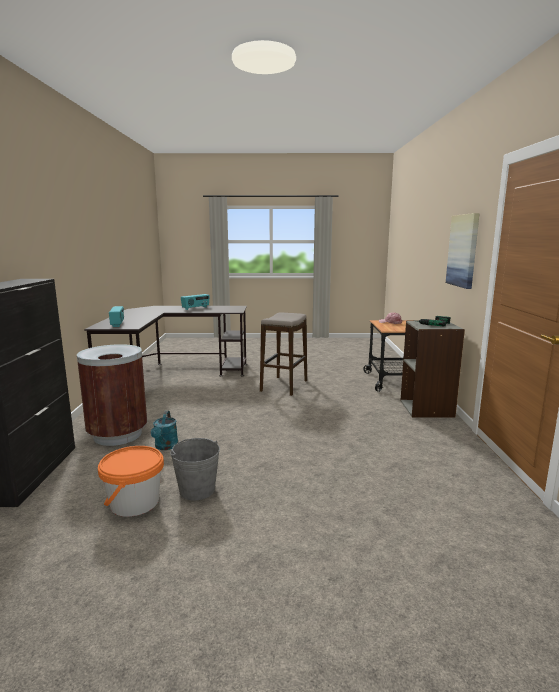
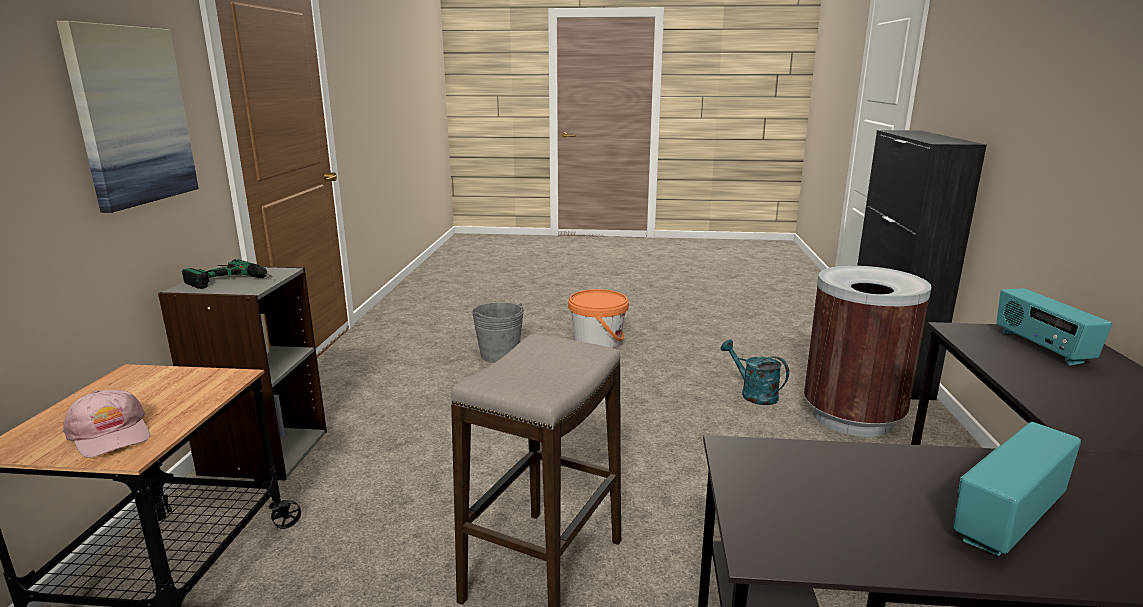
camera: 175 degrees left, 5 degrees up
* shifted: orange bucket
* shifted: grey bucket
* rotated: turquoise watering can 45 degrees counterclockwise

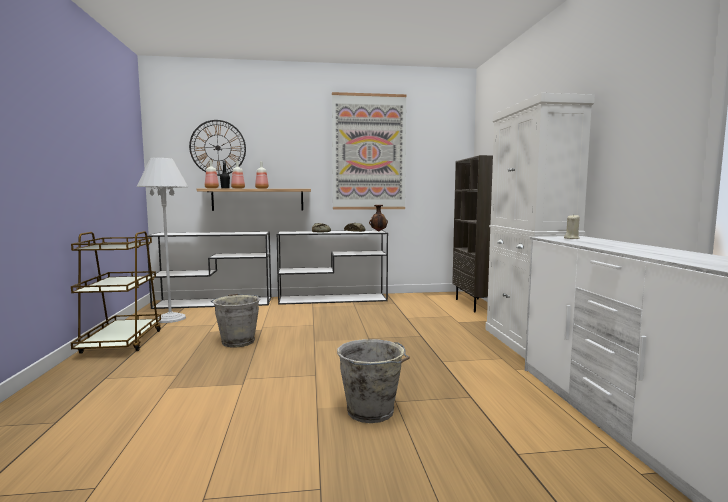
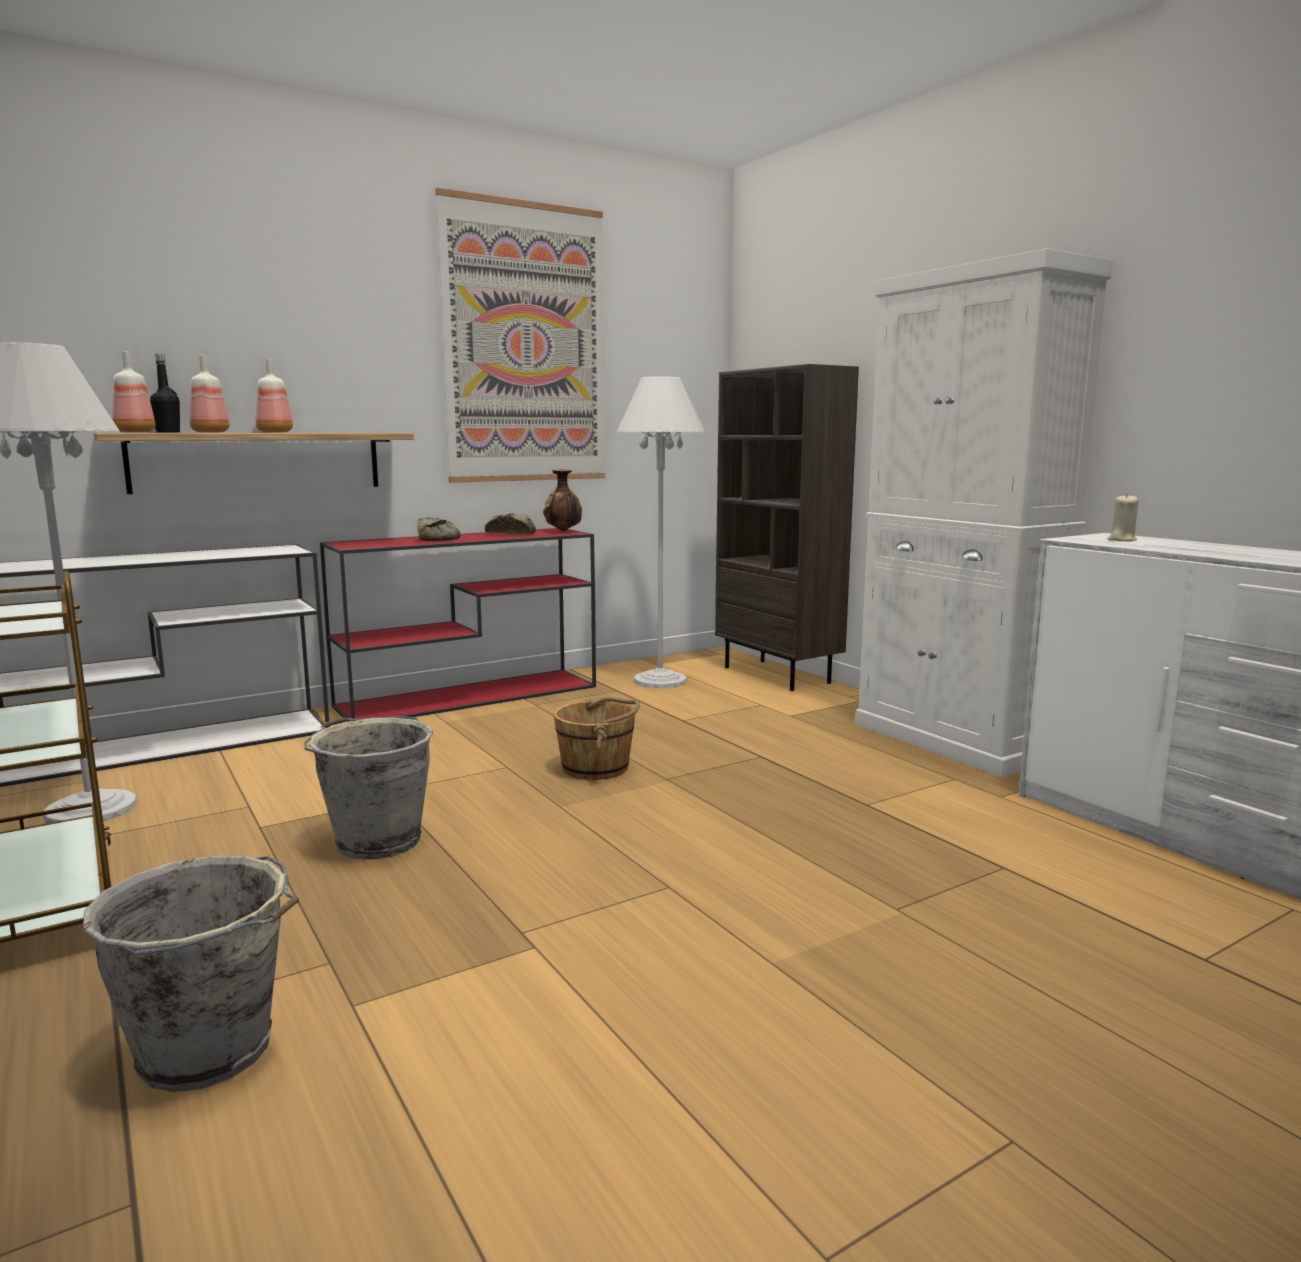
camera: 25 degrees left, 5 degrees up
* gone: wall clock
* new: brown bucket
* new: white floor lamp (no. 2 from left)
* shifted: grey bucket (no. 2 from left in the first image) to grey bucket (no. 1 from left)
* repainted: white console table (no. 2 from left) to red console table

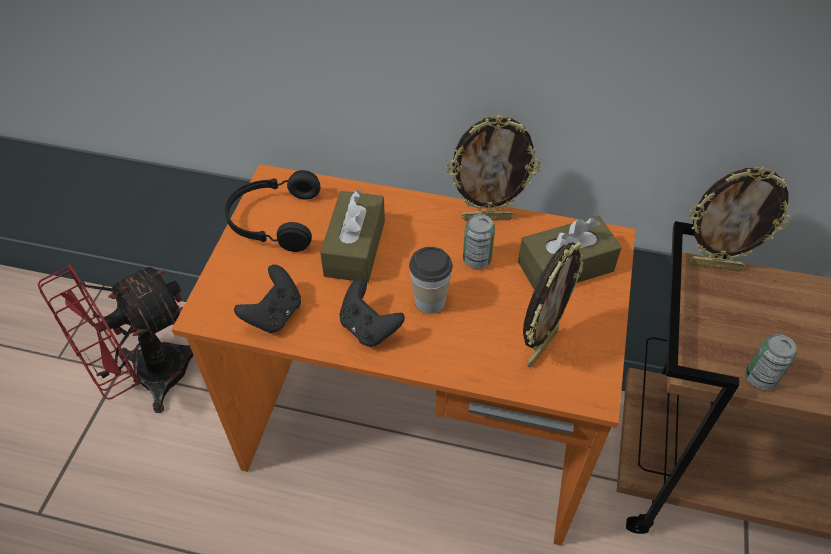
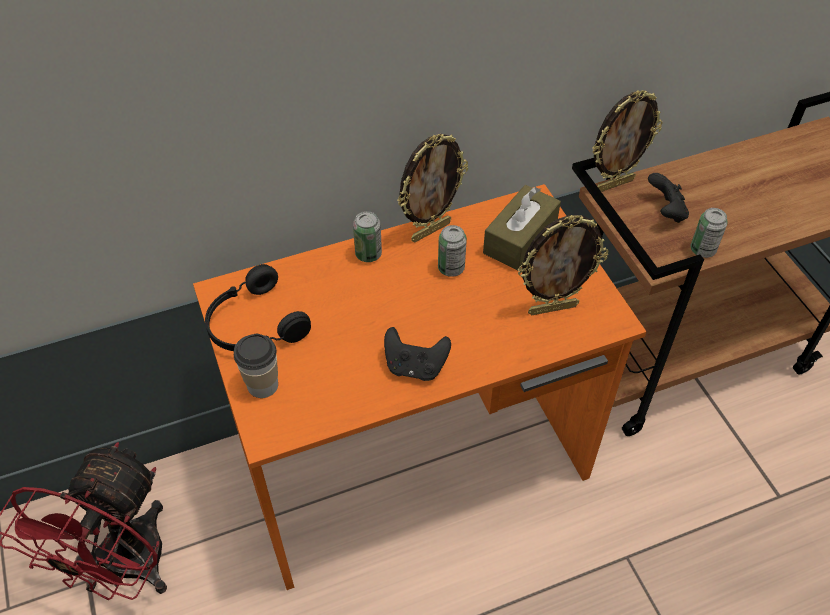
camera: 35 degrees left, 0 degrees up
* gone: brown tissue box (no. 1 from left)
* new: can (no. 1 from left)
* shifted: black game controller (no. 1 from left in the first image) to black game controller (no. 2 from left)
* shifted: cup
* rotated: picture frame (no. 2 from left) 75 degrees clockwise

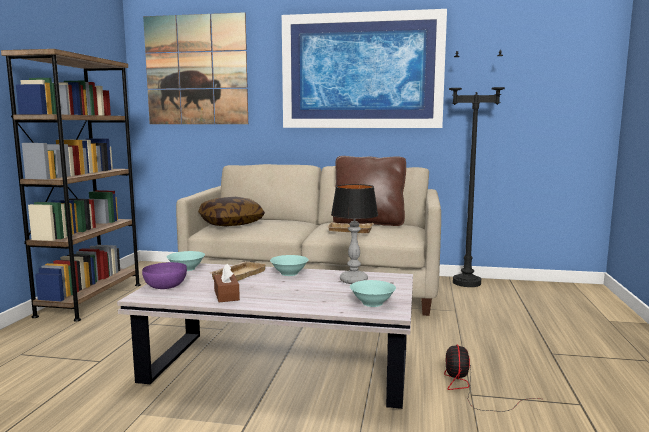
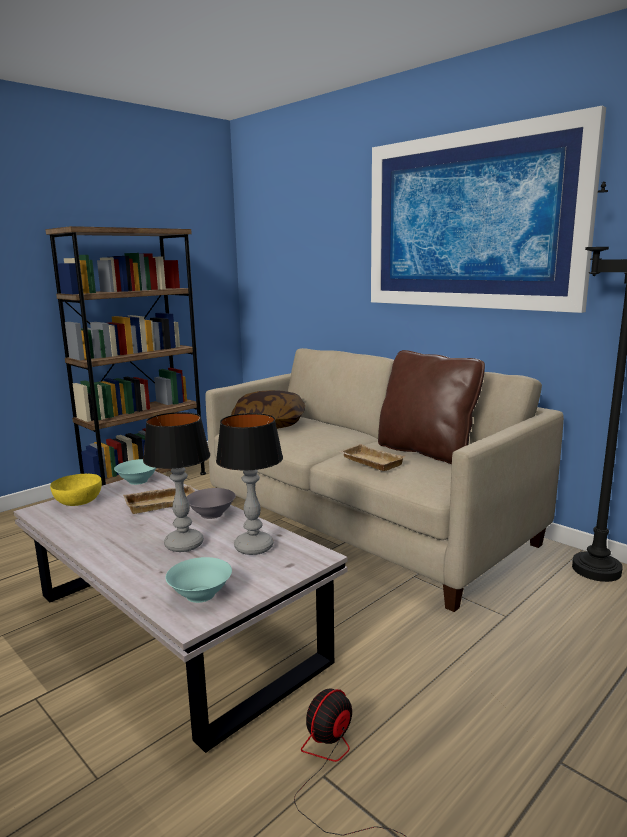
camera: 35 degrees right, 5 degrees up
* gone: picture (no. 1 from left)
* gone: brown tissue box
* new: table lamp (no. 1 from left)
* repainted: purple bowl to yellow bowl
* repainted: turquoise bowl (no. 2 from left) to grey bowl

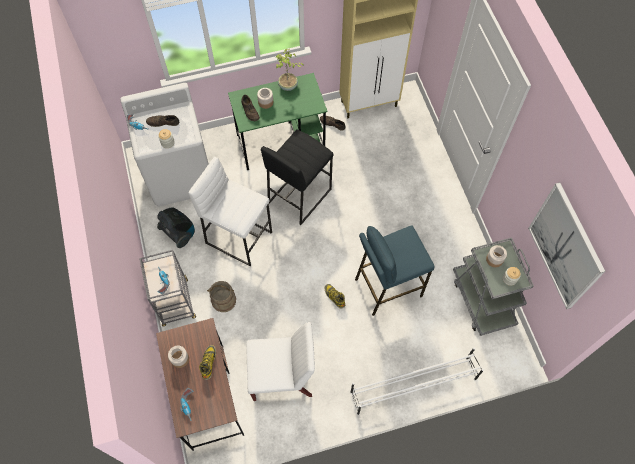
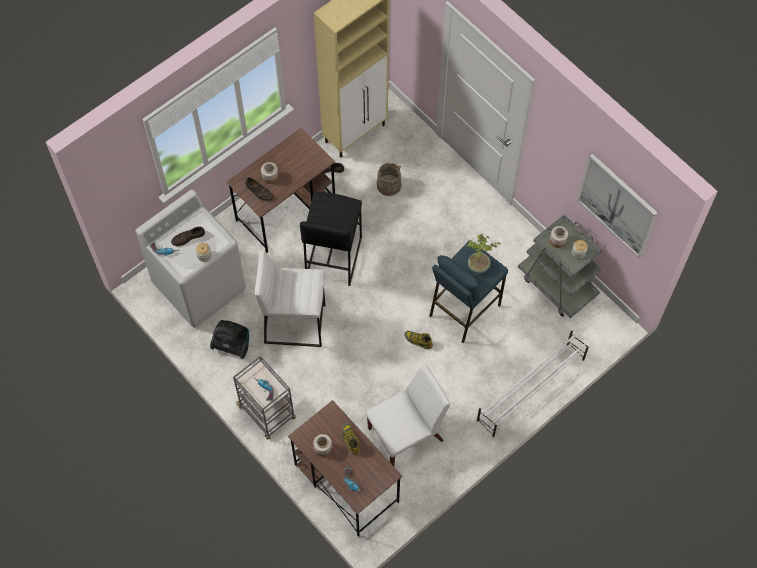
camera: 25 degrees left, 0 degrees up
* shifted: beige bucket
* shifted: potted plant
* repainted: green desk to brown desk (no. 1 from left)

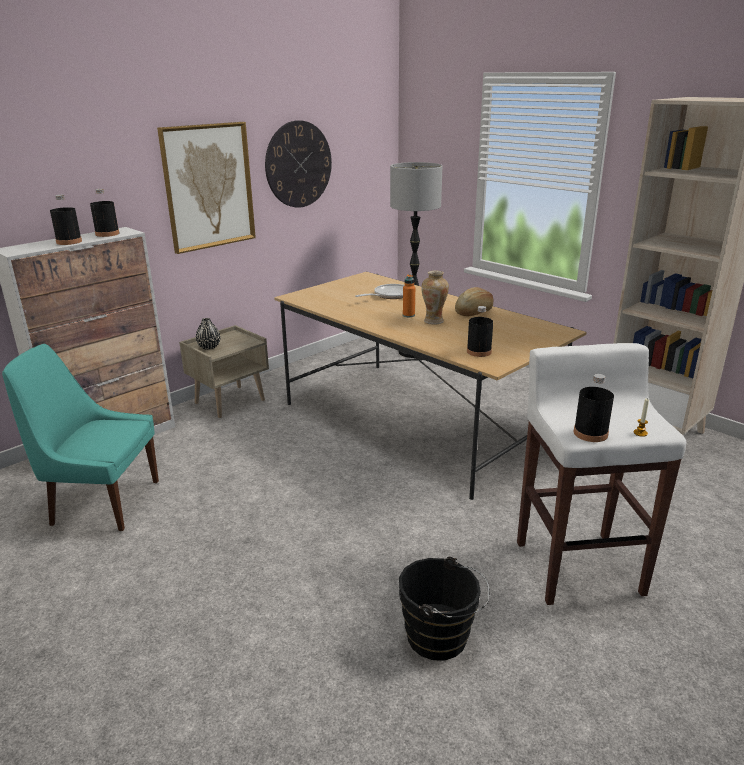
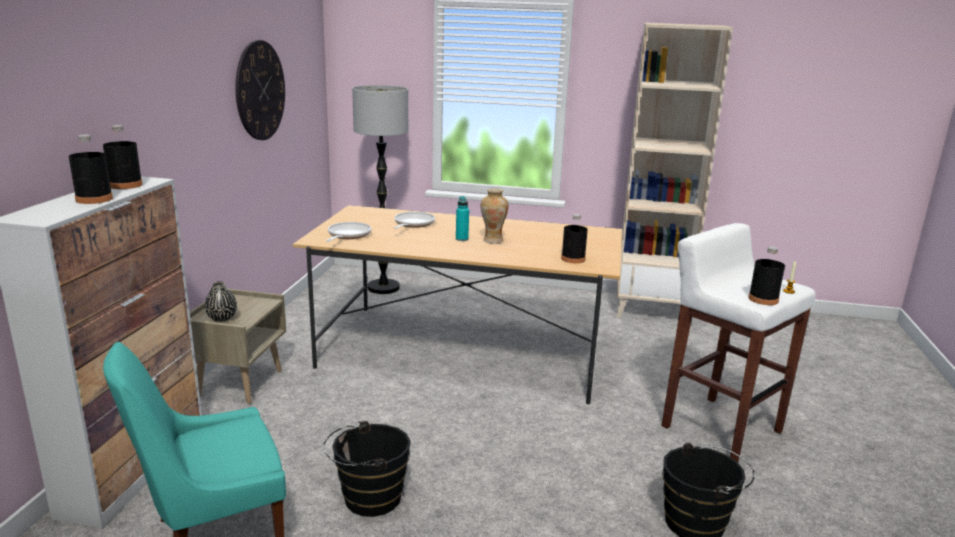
camera: 35 degrees left, 5 degrees down
* gone: picture
* gone: bread
* new: black bucket (no. 1 from left)
* new: frying pan (no. 1 from left)
* repainted: orange bottle to turquoise bottle

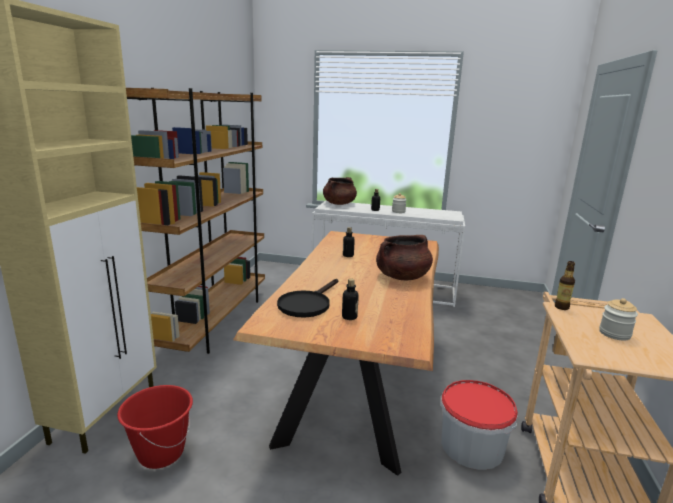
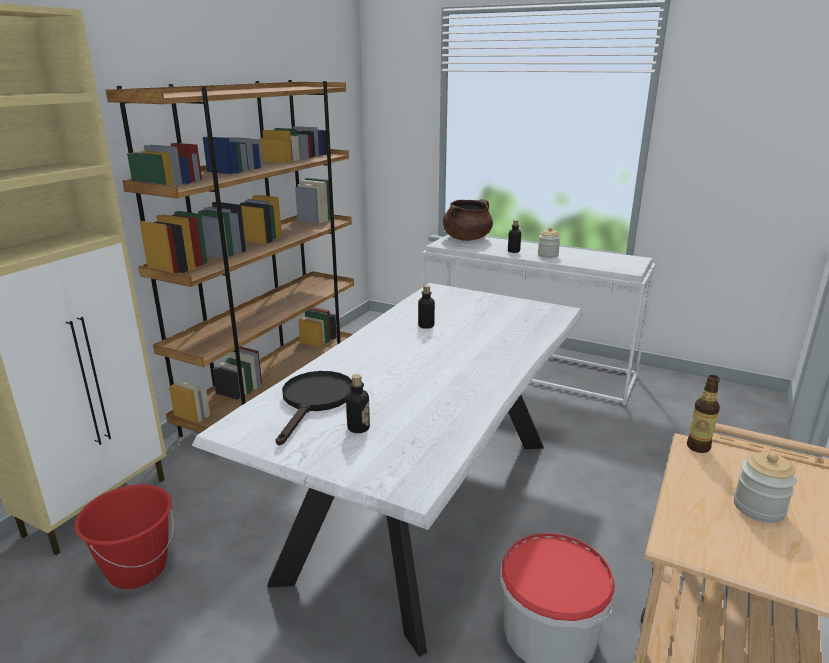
camera: 15 degrees right, 5 degrees up
* gone: brown cooking pot (no. 2 from left)
* repainted: brown dining table to white dining table
* rotated: black frying pan 150 degrees clockwise

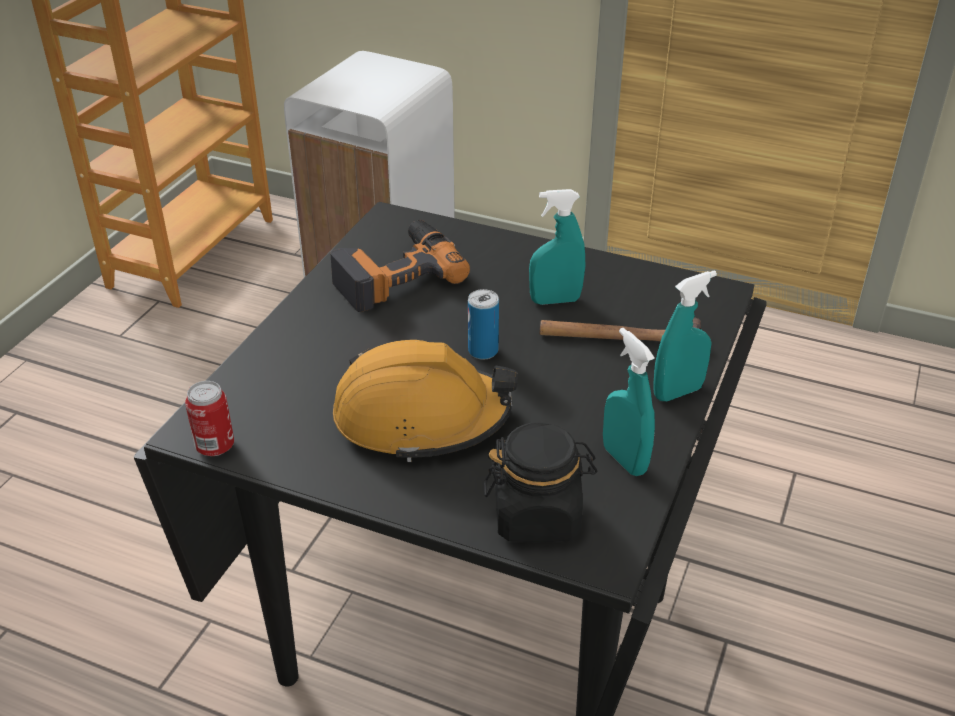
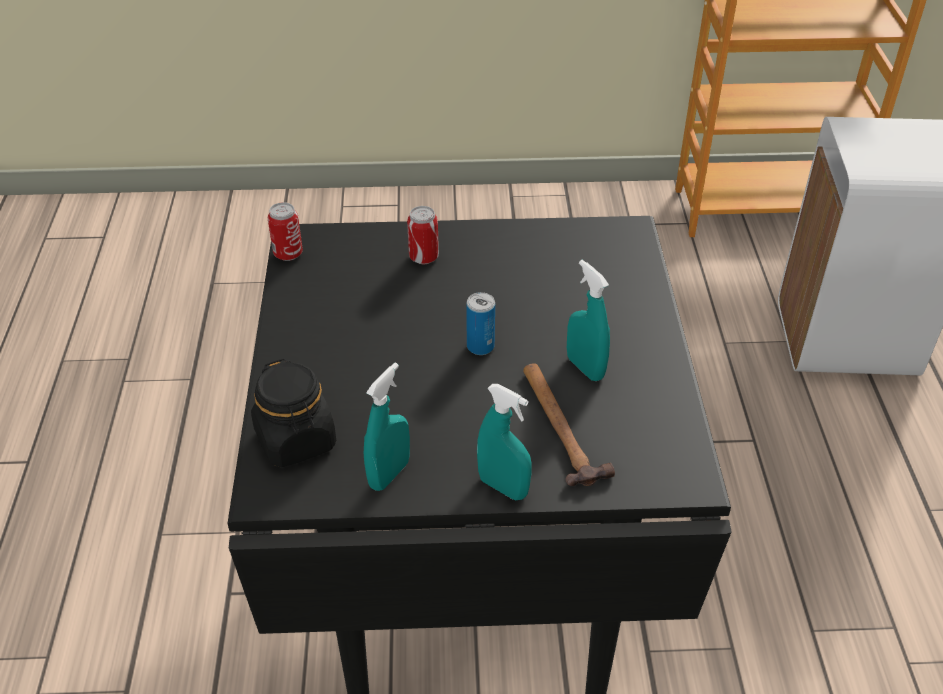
camera: 65 degrees right, 5 degrees up
* gone: power drill
* gone: orange hard hat
* new: can (no. 2 from left)

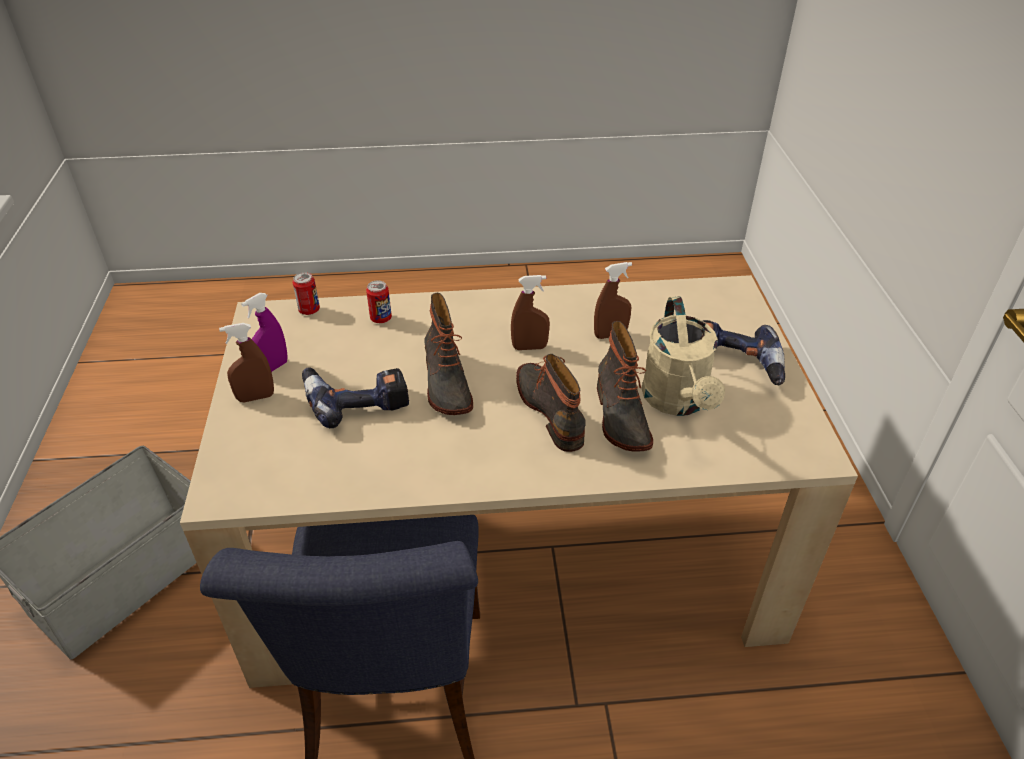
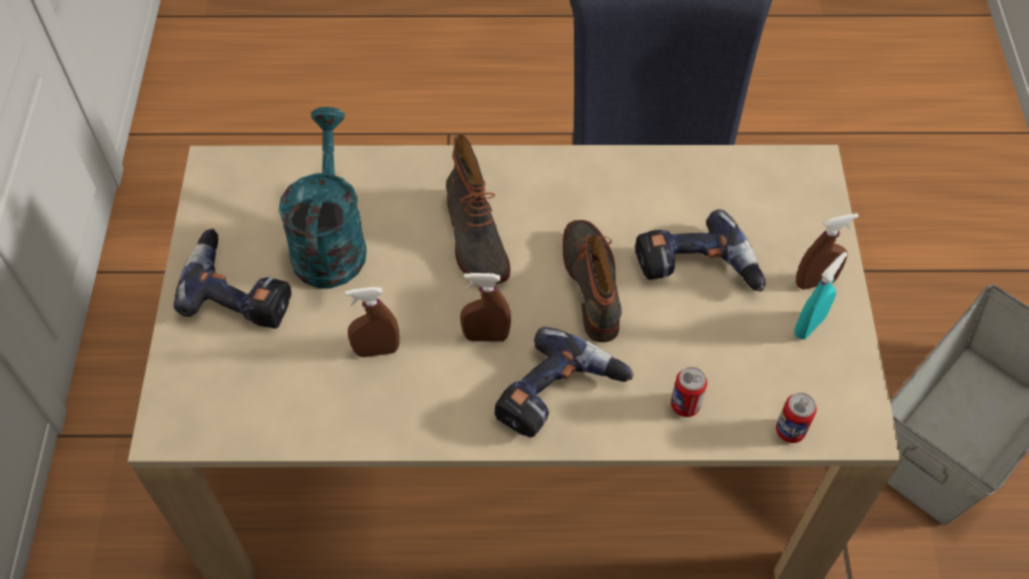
camera: 175 degrees left, 15 degrees up
* gone: boot (no. 3 from left)
* new: power drill (no. 2 from left)
* repainted: purple spray bottle to turquoise spray bottle
* repainted: beige watering can to turquoise watering can

